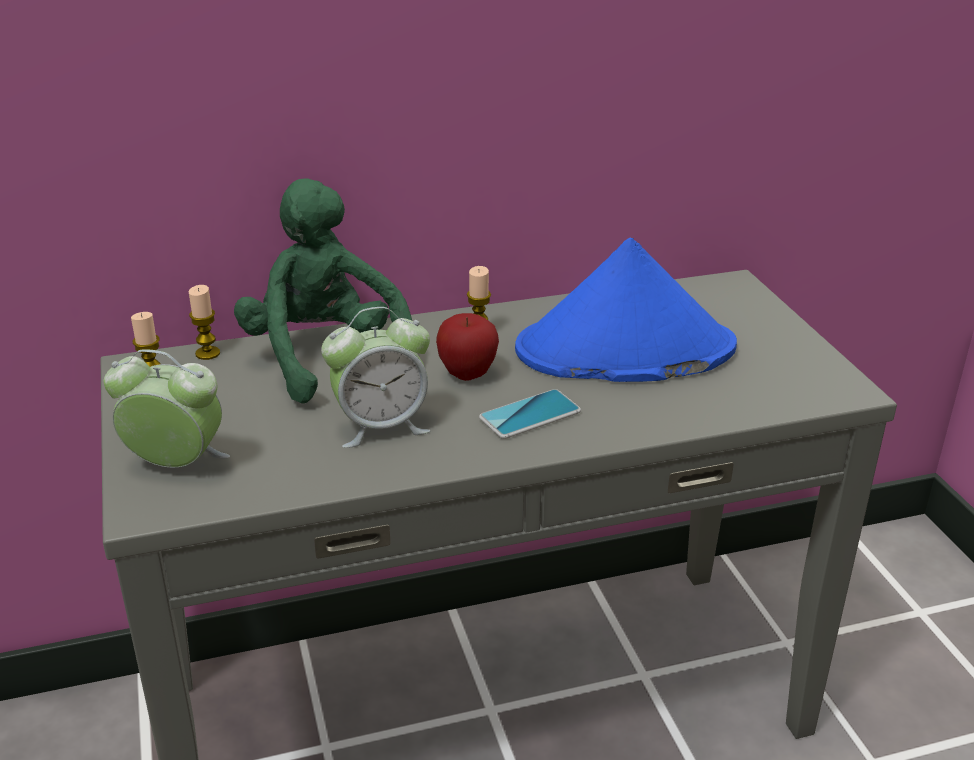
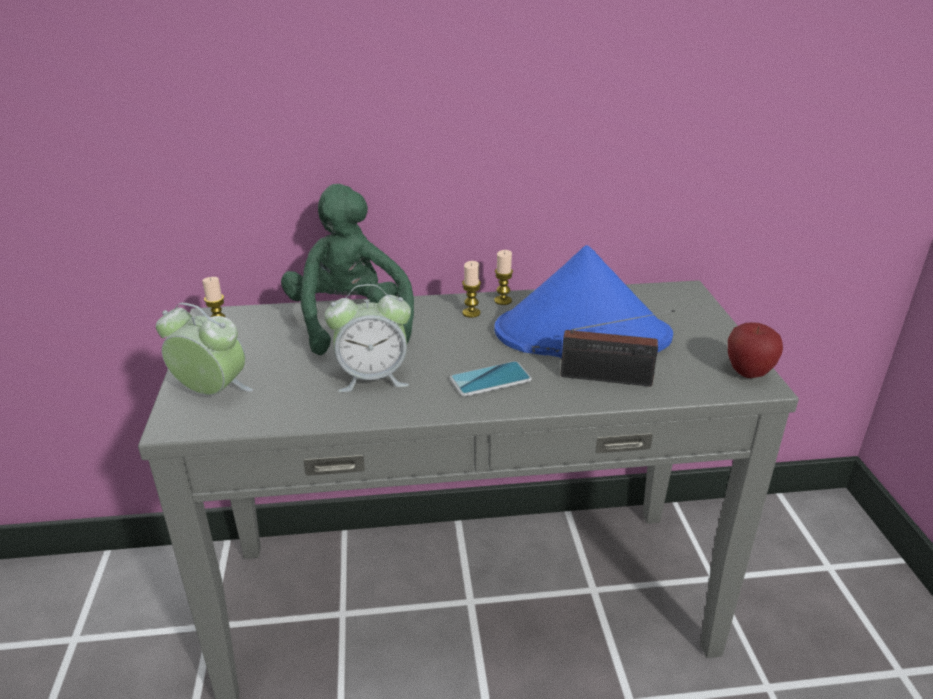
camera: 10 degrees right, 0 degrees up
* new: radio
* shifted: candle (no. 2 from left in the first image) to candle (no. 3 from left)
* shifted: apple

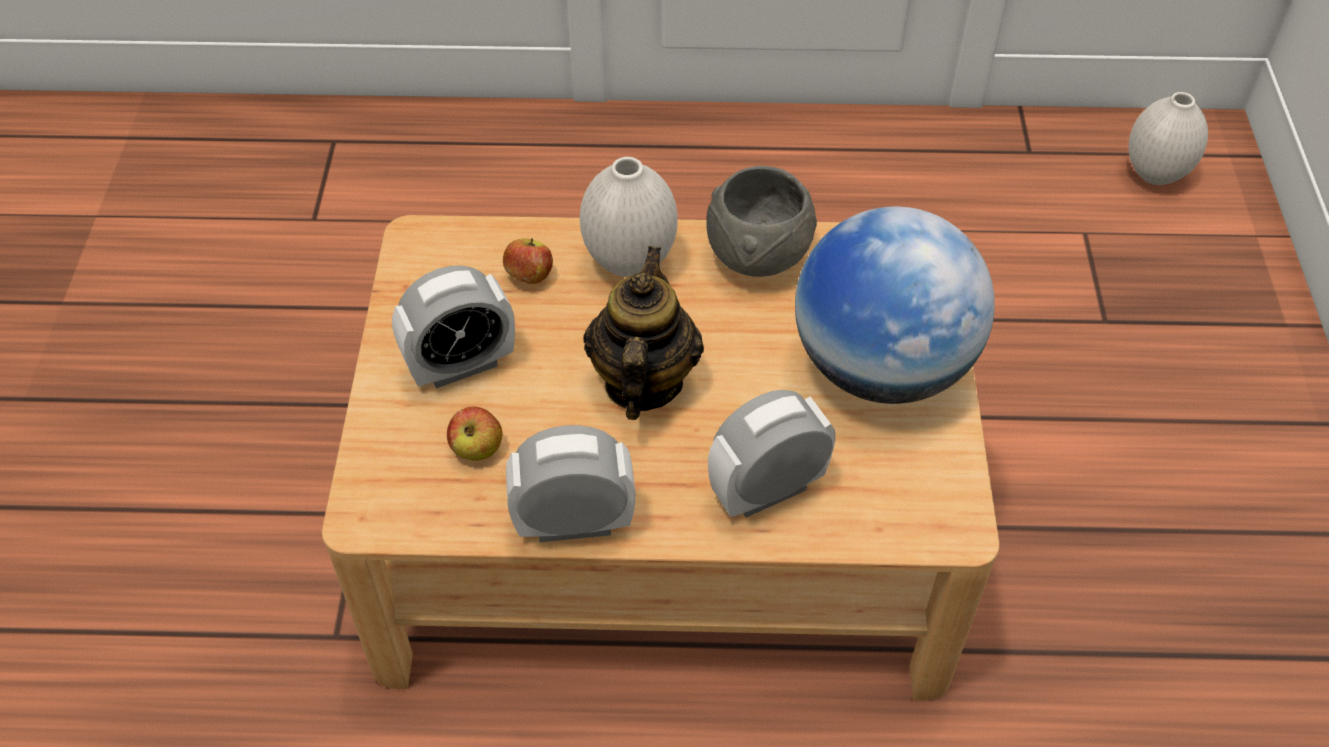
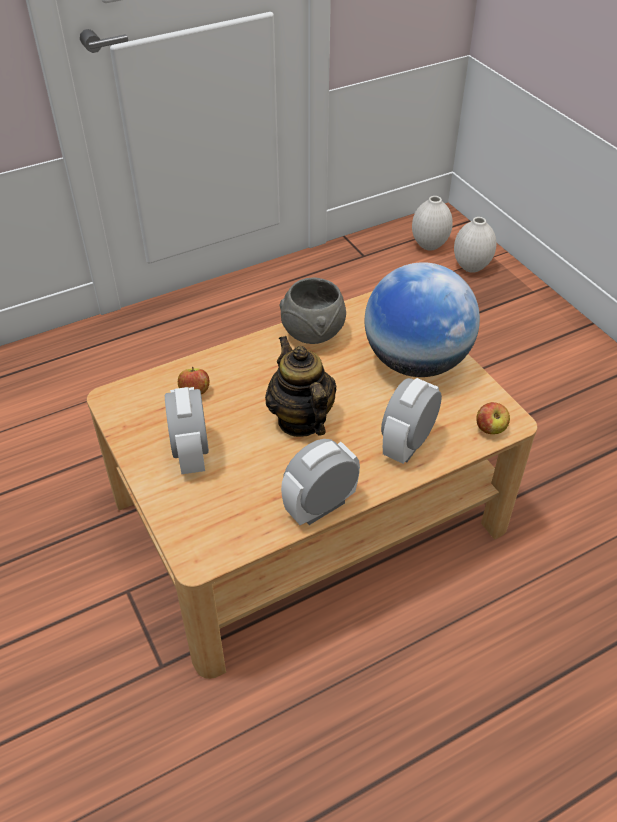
camera: 30 degrees left, 5 degrees down
* shifted: apple (no. 1 from left in the first image) to apple (no. 2 from left)
* shifted: white vase (no. 1 from left in the first image) to white vase (no. 2 from left)
* rotated: alarm clock (no. 1 from left) 135 degrees clockwise

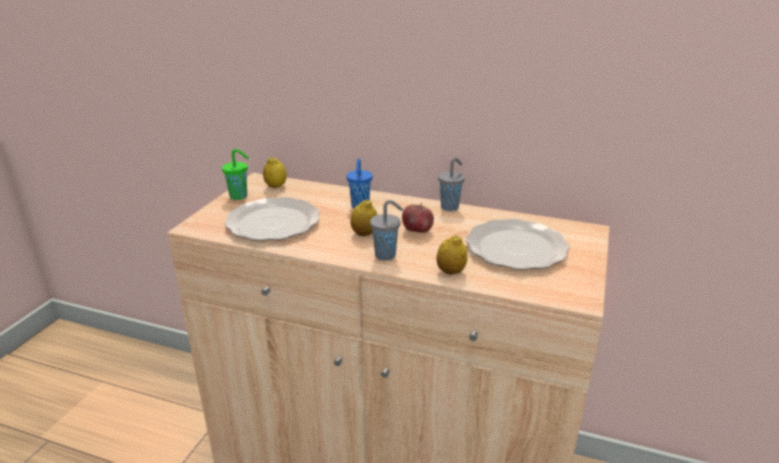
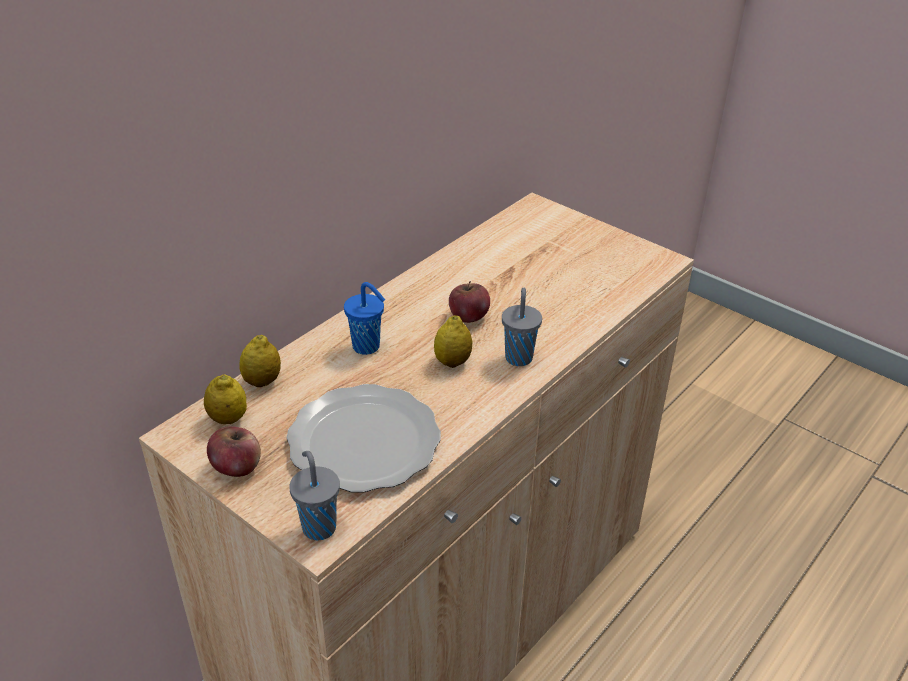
camera: 70 degrees left, 10 degrees up
* gone: plate (no. 2 from left)
* shifted: lemon (no. 3 from left in the first image) to lemon (no. 2 from left)
* shifted: grey cup (no. 2 from left in the first image) to grey cup (no. 1 from left)
* swapped: green cup to apple (no. 1 from left)

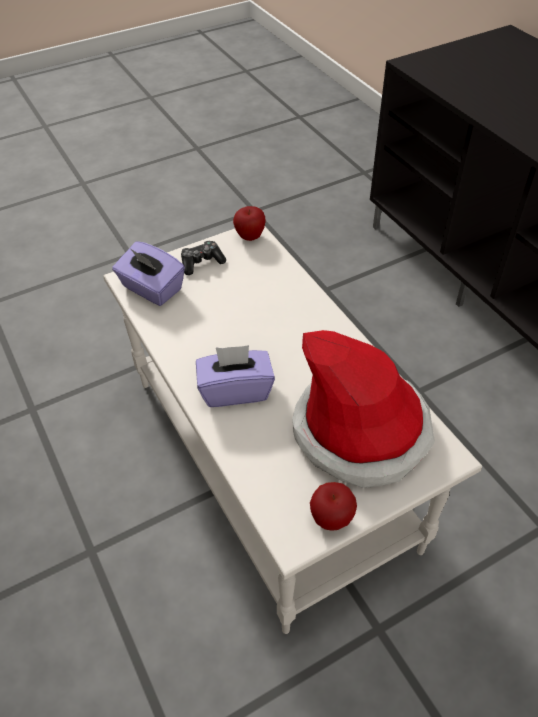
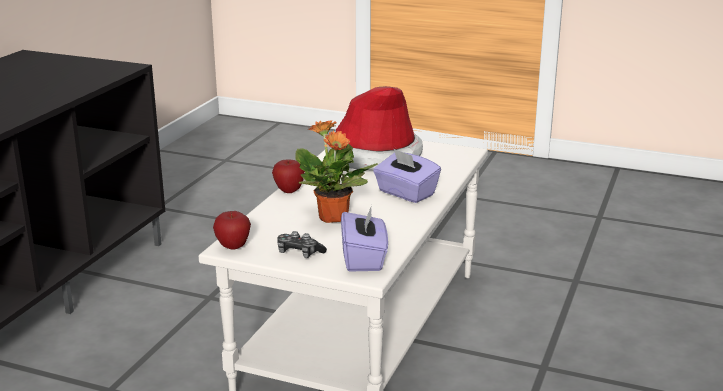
camera: 130 degrees left, 25 degrees down
* new: potted plant
* shifted: apple (no. 2 from left)

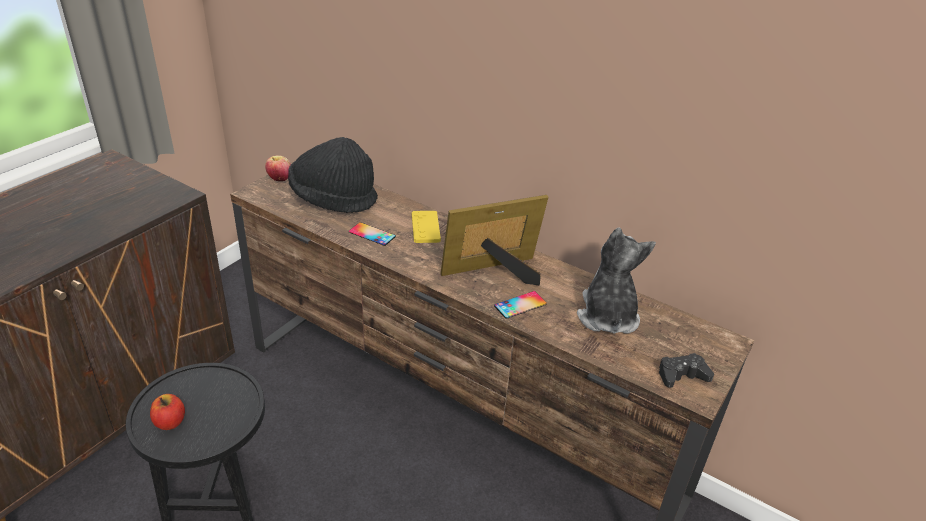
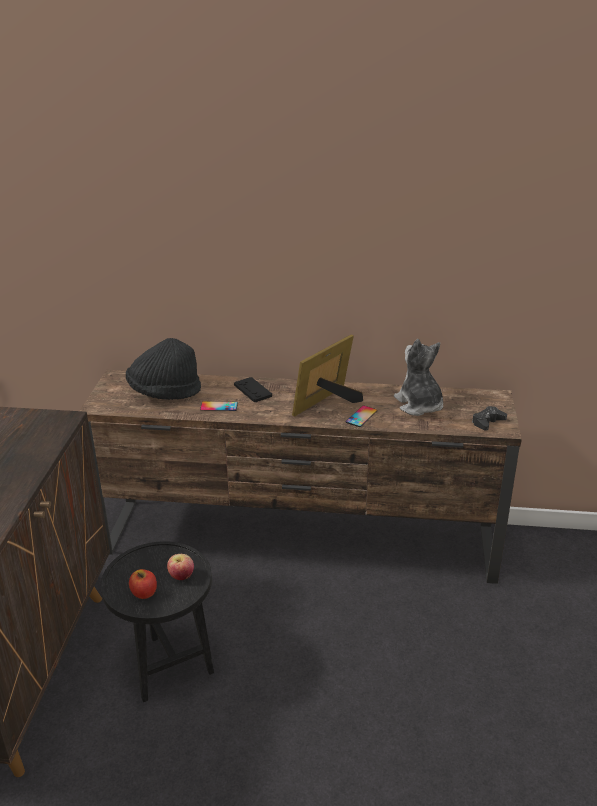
camera: 25 degrees left, 5 degrees down
* shifted: apple (no. 2 from left)
* repainted: yellow game controller to black game controller (no. 1 from left)

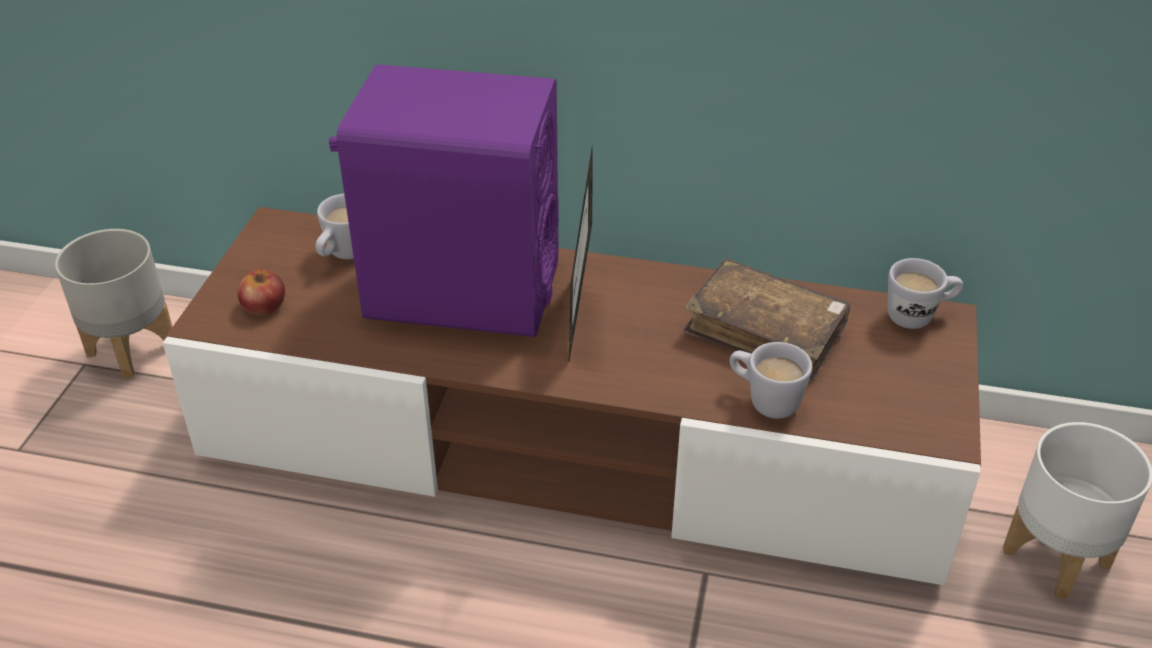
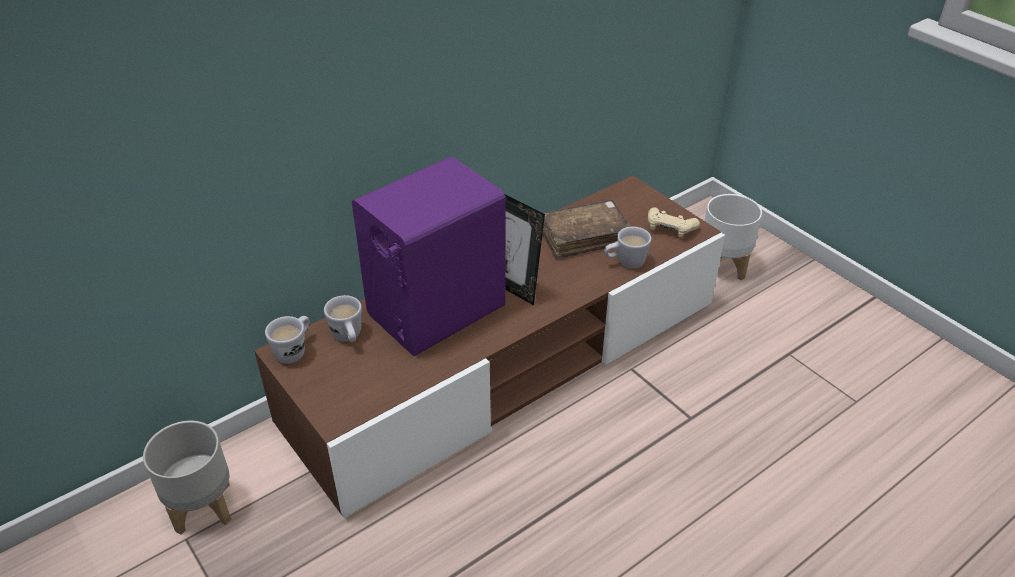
camera: 50 degrees left, 0 degrees up
* gone: apple
* new: beige game controller
* shifted: white mug (no. 3 from left in the first image) to white mug (no. 1 from left)

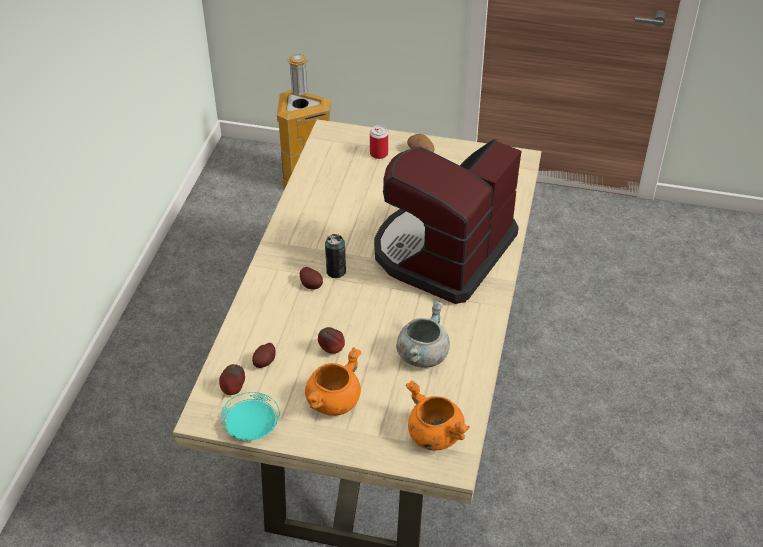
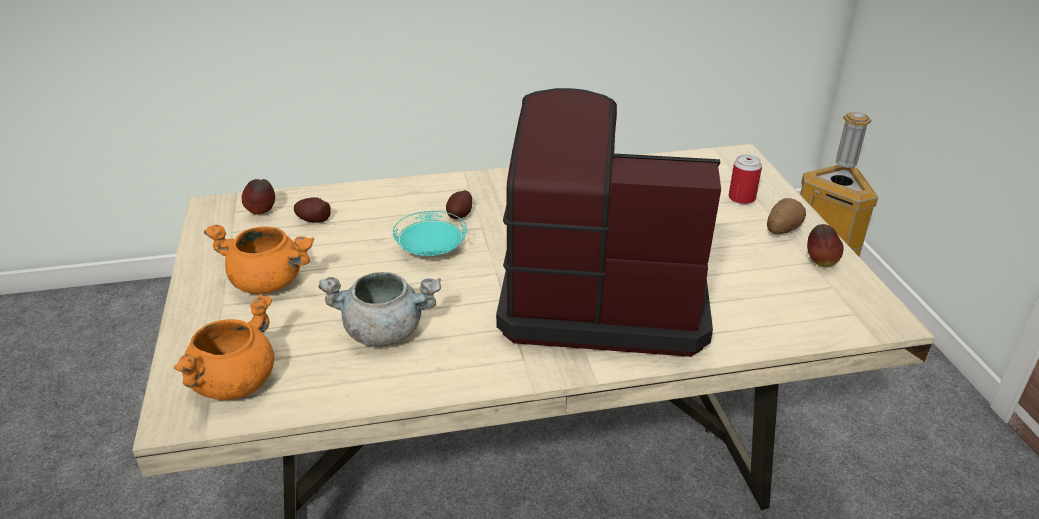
camera: 65 degrees right, 10 degrees down
* gone: can (no. 1 from left)
* shifted: turquoise plate
* shifted: apple (no. 2 from left)

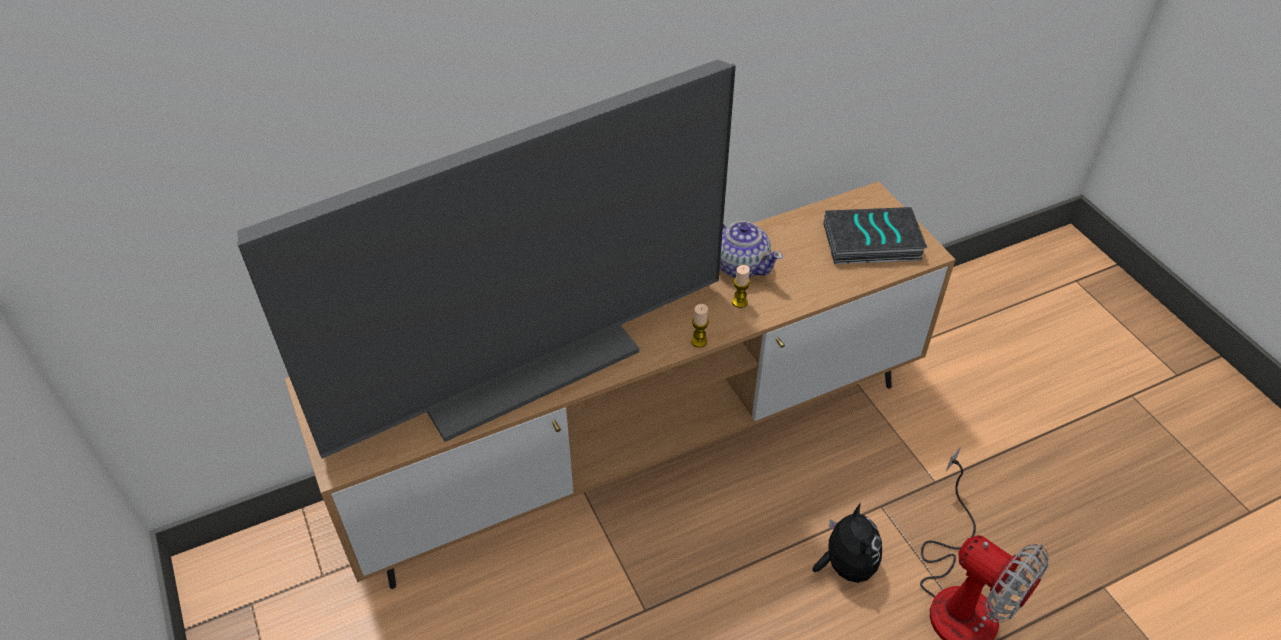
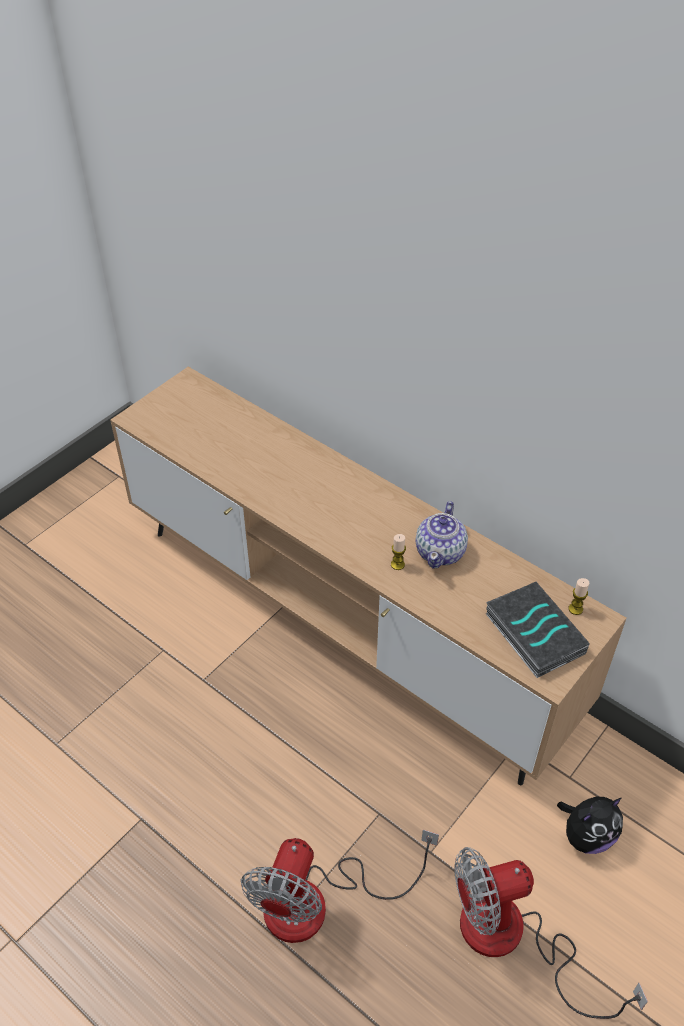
camera: 65 degrees right, 0 degrees up
* gone: television
* new: fan (no. 2 from left)
* shifted: candle (no. 1 from left in the first image) to candle (no. 2 from left)
* shifted: plush toy

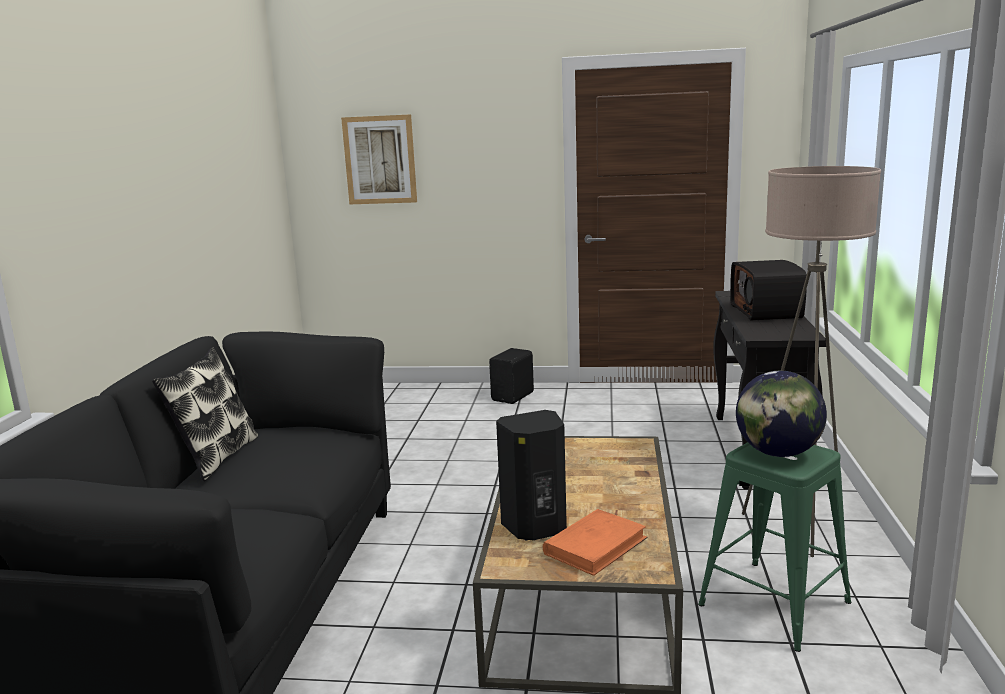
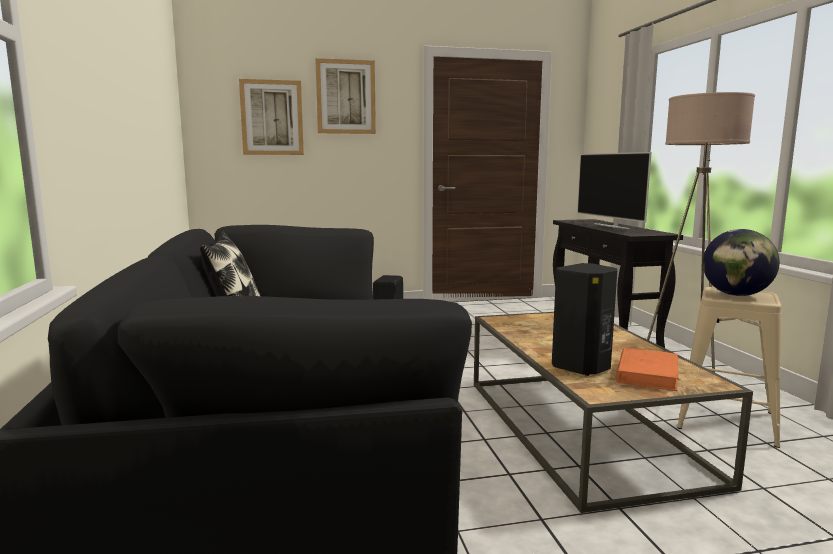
camera: 20 degrees left, 5 degrees down
* new: picture (no. 2 from left)
* swapped: radio to television
* repainted: green stool to beige stool

